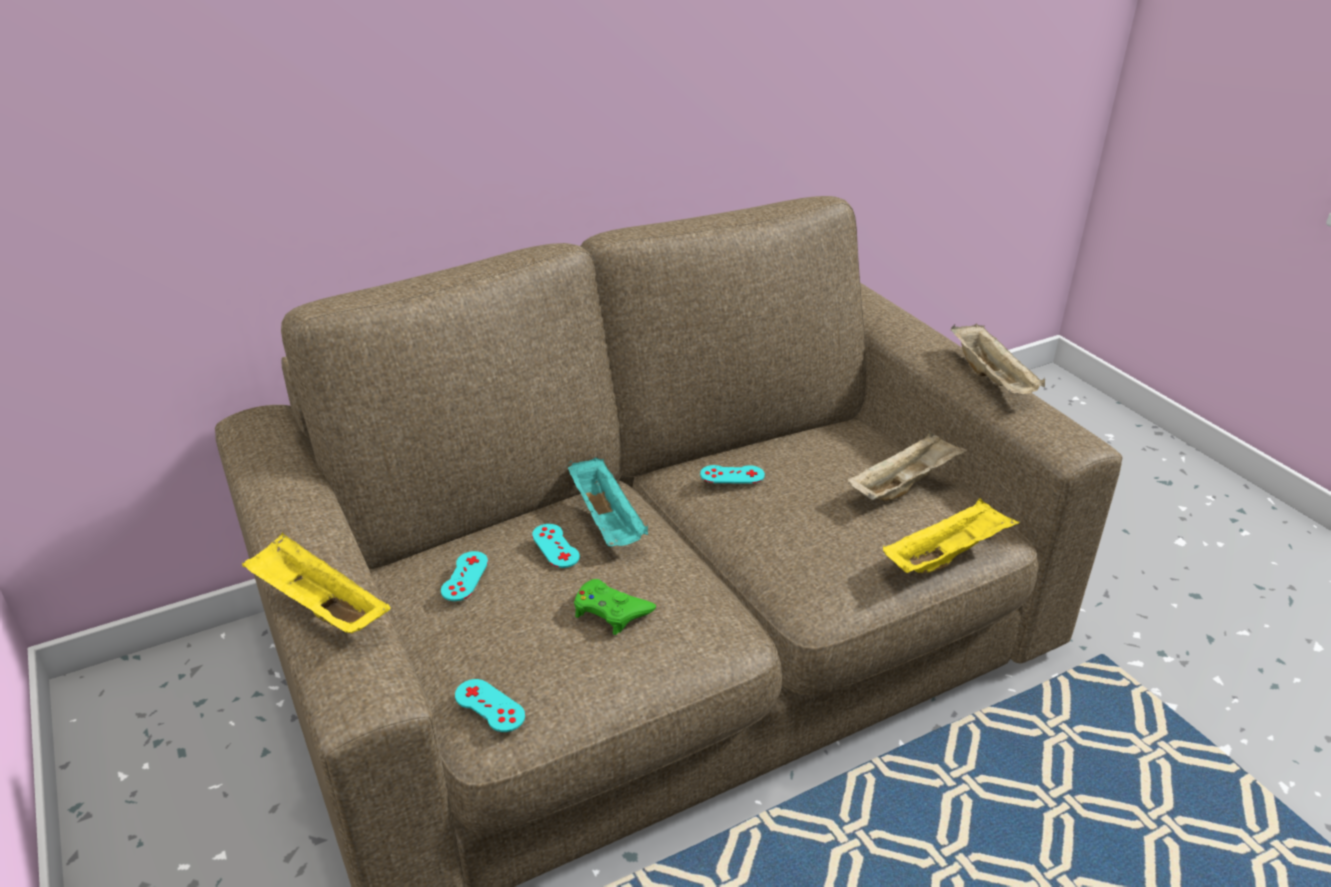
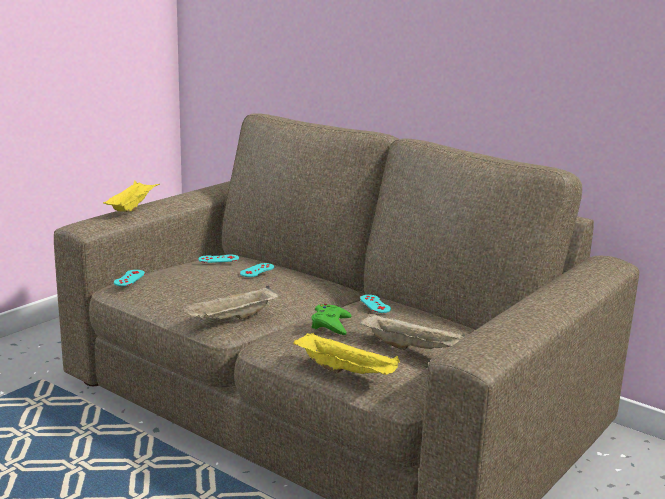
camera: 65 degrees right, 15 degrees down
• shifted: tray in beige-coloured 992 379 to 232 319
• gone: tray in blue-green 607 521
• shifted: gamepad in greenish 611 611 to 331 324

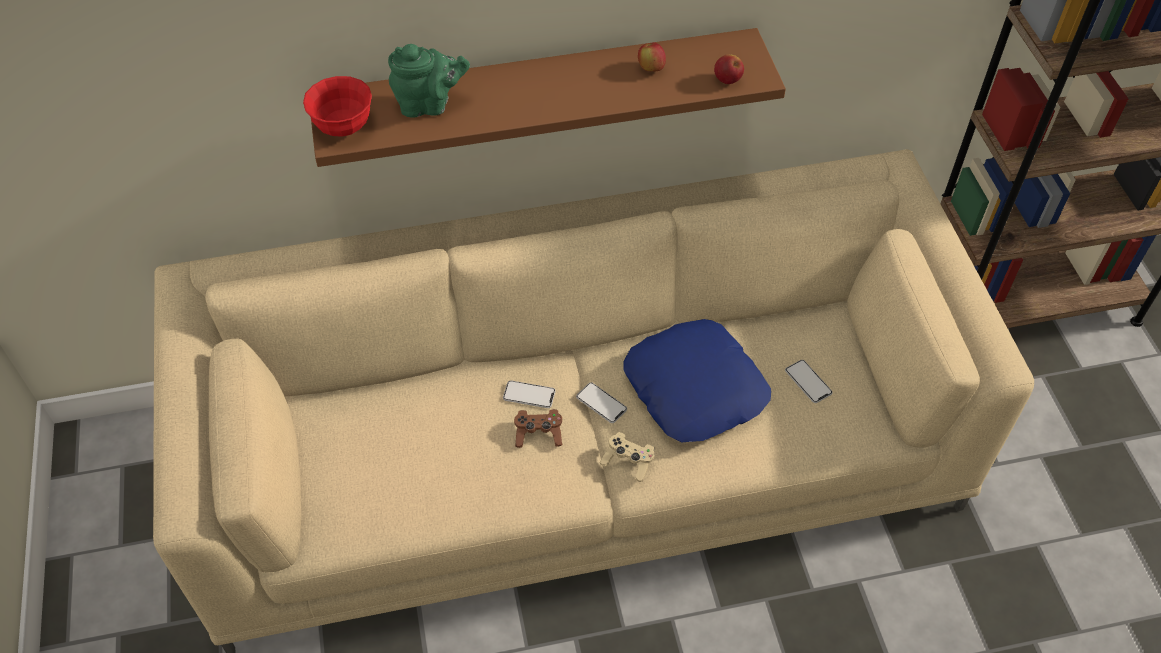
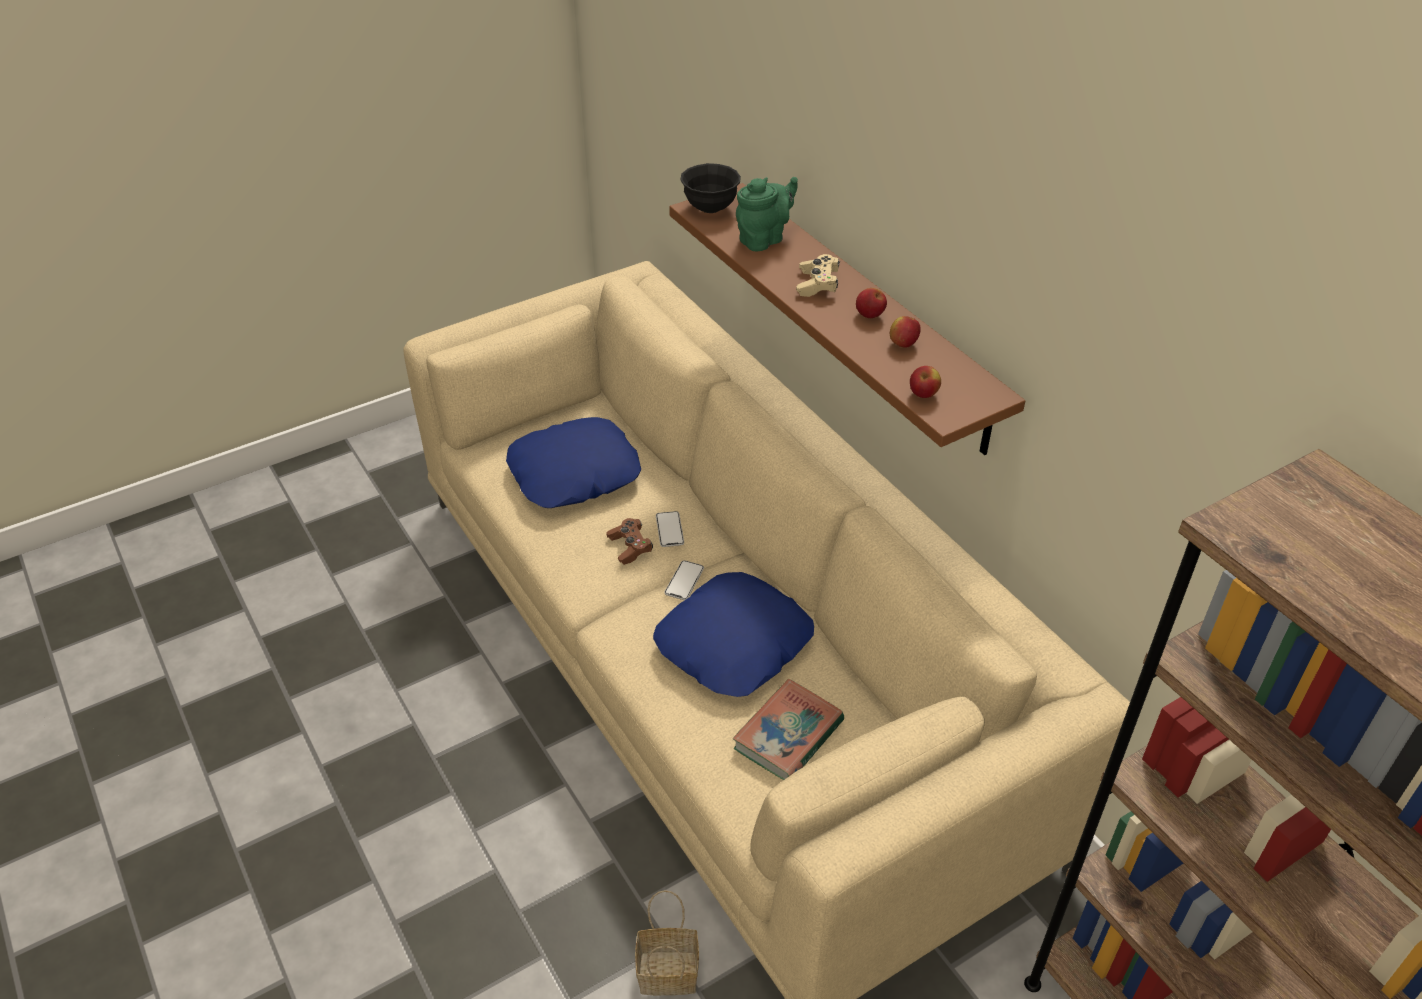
camera: 70 degrees right, 10 degrees down
• rotated: pot for tea in greenish 429 105 = 764 239 105 degrees counterclockwise
• repainted: deep dish in red-coloured 343 127 to deep dish in blackish 710 208
• swapped: telephone 808 382 to volume 788 735
• shifted: gamepad in beige-coloured 628 461 to 817 284
• new: whole apple 870 315
• new: throw pillow in bluish 575 474
• new: storage basket 665 974

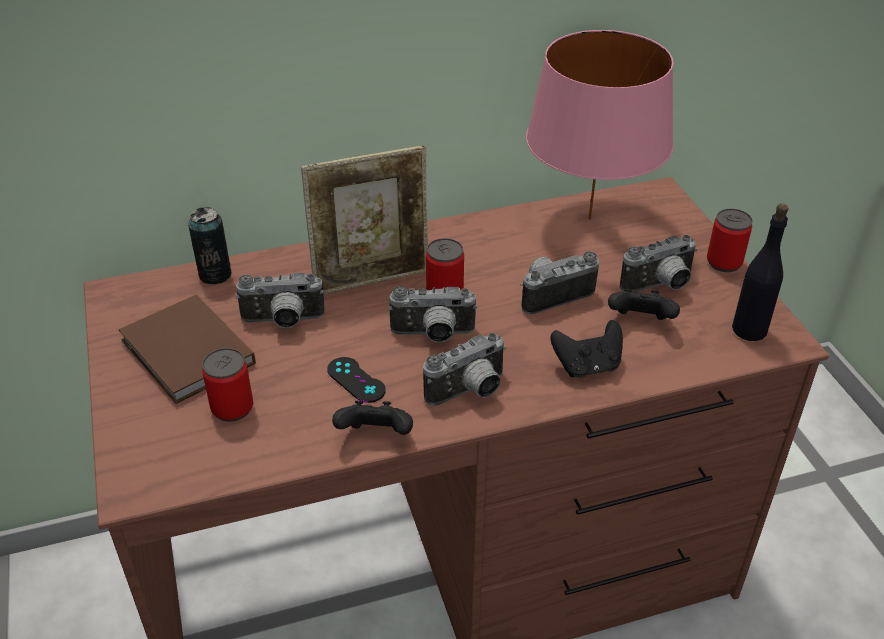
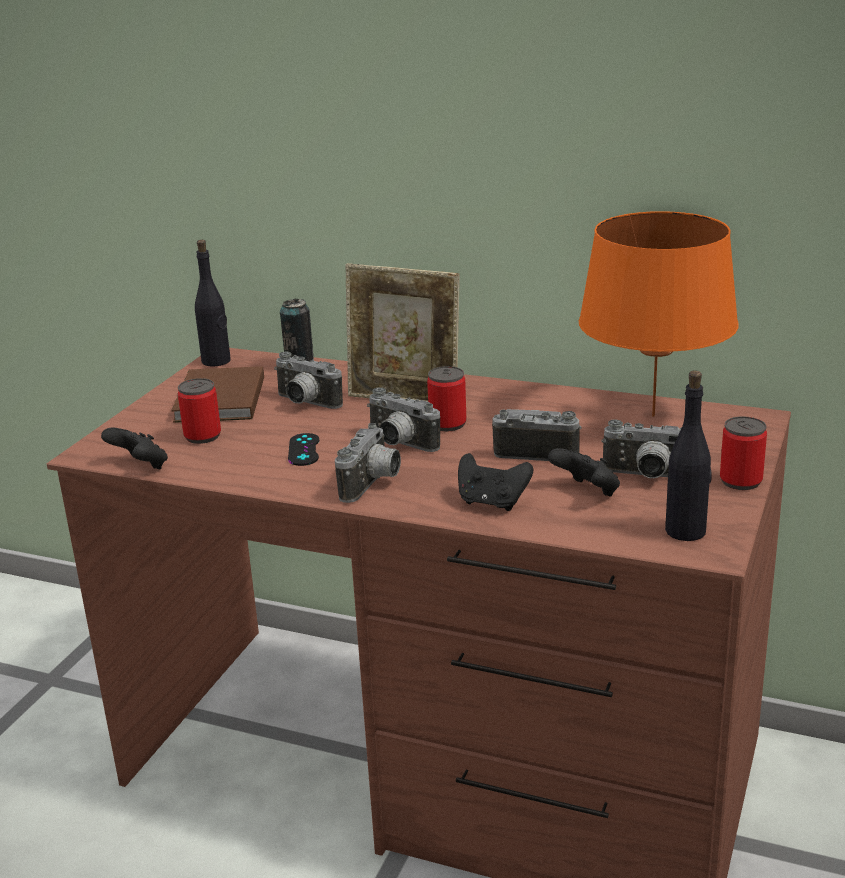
camera: 40 degrees right, 15 degrees down
• repainted: tabletop lamp in pinkish 589 218 to tabletop lamp in orange-coloured 653 416
• rotated: still camera 470 392 = 373 484 75 degrees counterclockwise
• shifted: gamepad in blackish 376 436 to 140 467
• new: drink bottle in blackish 216 361

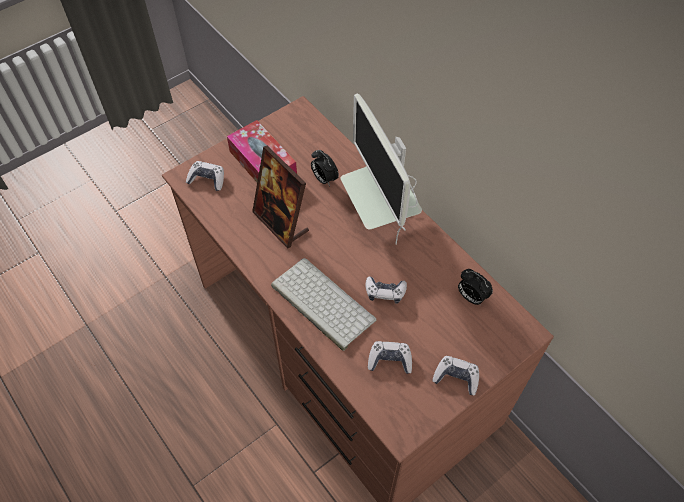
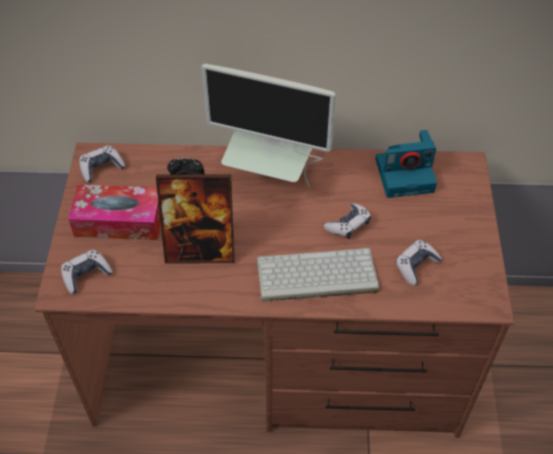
camera: 50 degrees left, 5 degrees down
• swapped: bedside clock 471 297 to still camera 405 174
• shifted: gamepad 456 377 to 101 168

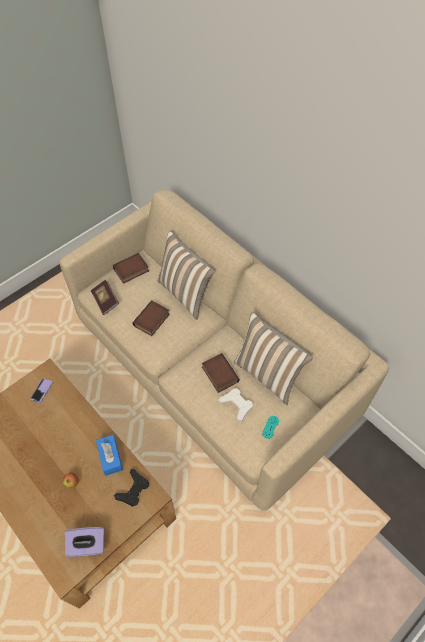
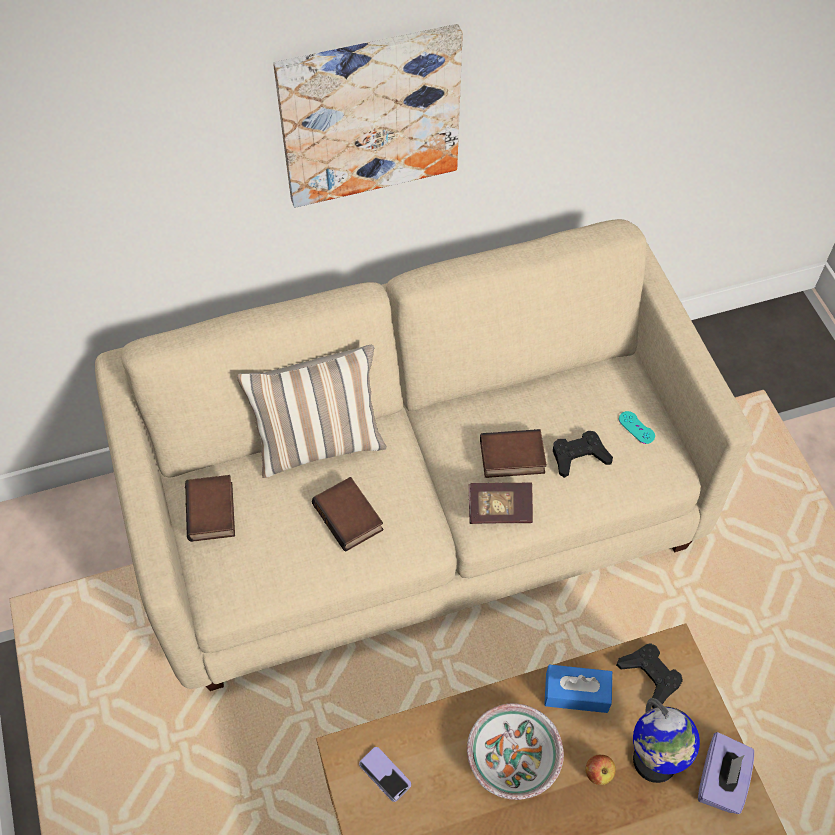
camera: 65 degrees left, 0 degrees up
• shifted: volume 105 301 to 499 510
• gone: throw pillow 267 374
• repainted: gamepad in white 236 405 to gamepad in blackish 579 456
• new: wall art 370 115
• new: world globe 654 761
• new: deep dish 512 759

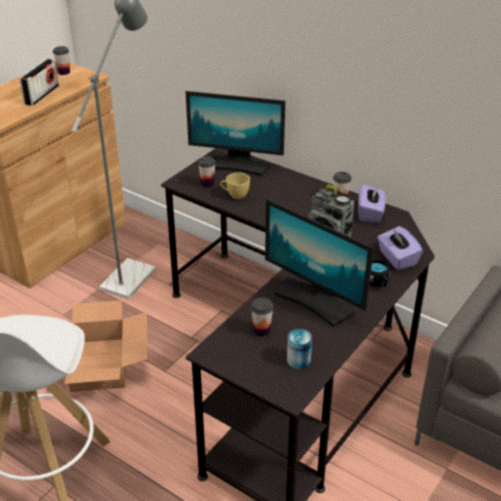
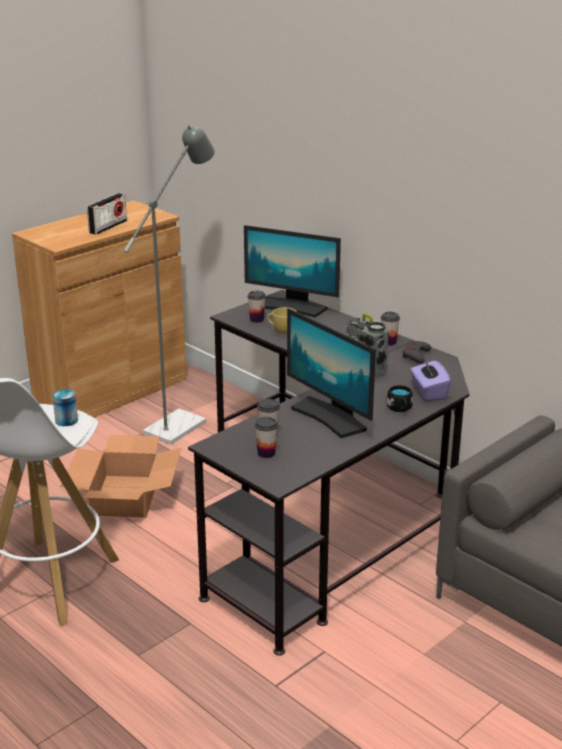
camera: 10 degrees right, 10 degrees down
• shifted: cup 64 72 to 266 453
• swapped: tissue holder in purple-coloured 370 213 to gamepad in grey 415 355
• shifted: metal can 298 360 to 66 420

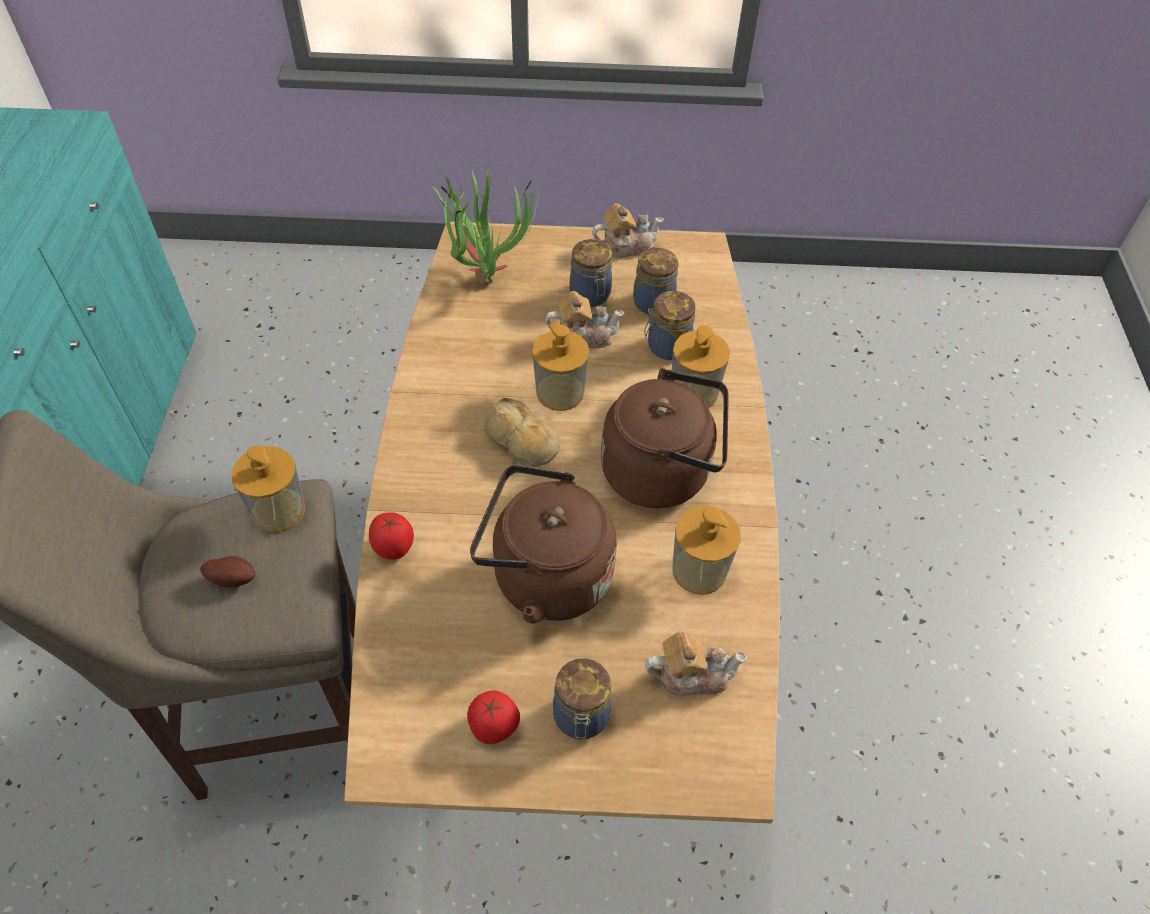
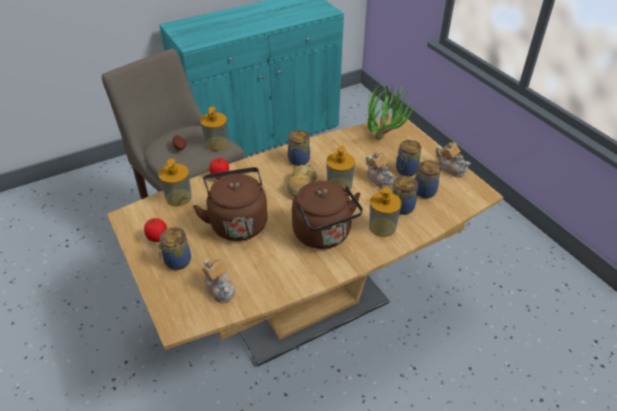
camera: 60 degrees right, 10 degrees down
• shifted: liquid soap bottle 699 570 to 178 197
• new: jar 298 160

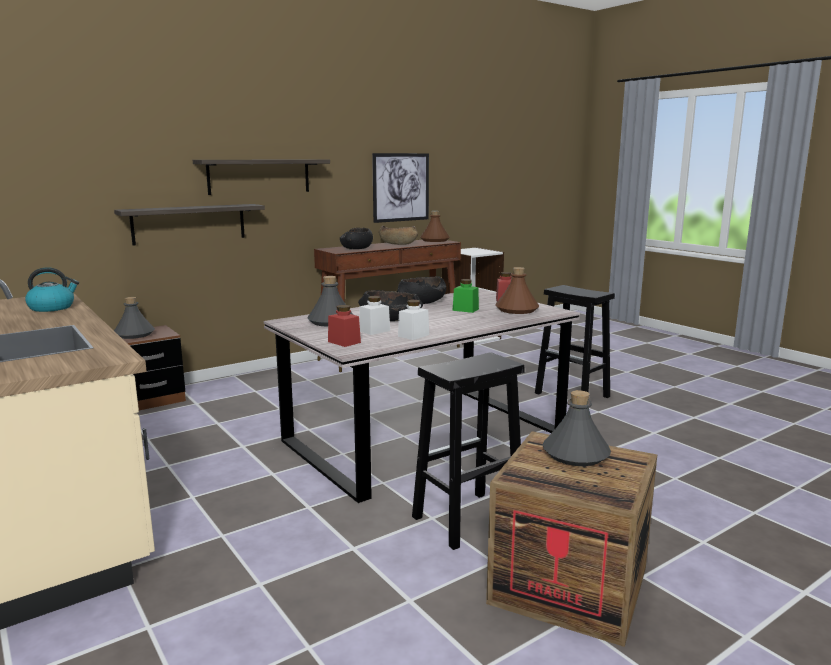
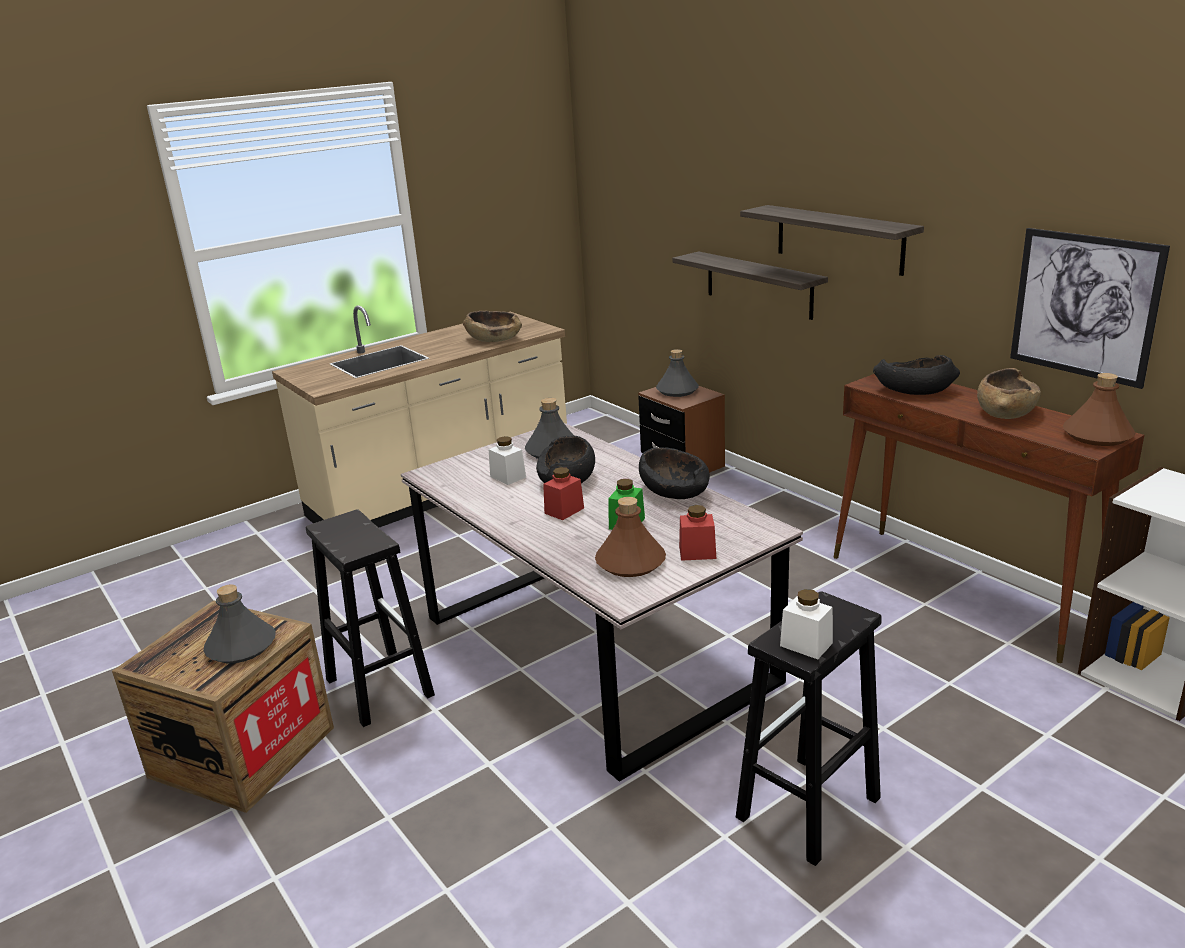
camera: 90 degrees right, 10 degrees up
• swapped: kettle 52 308 to deep dish in brown-coloured 494 339
• shifted: jar in white 413 335 to 806 644
• shifted: jar in red-coloured 344 342 to 564 510

